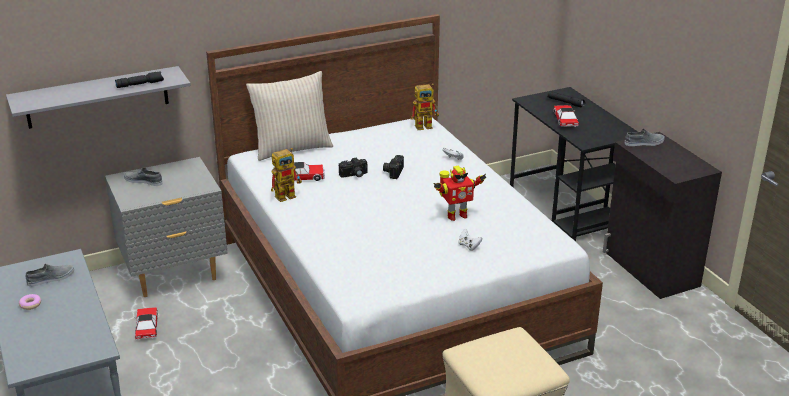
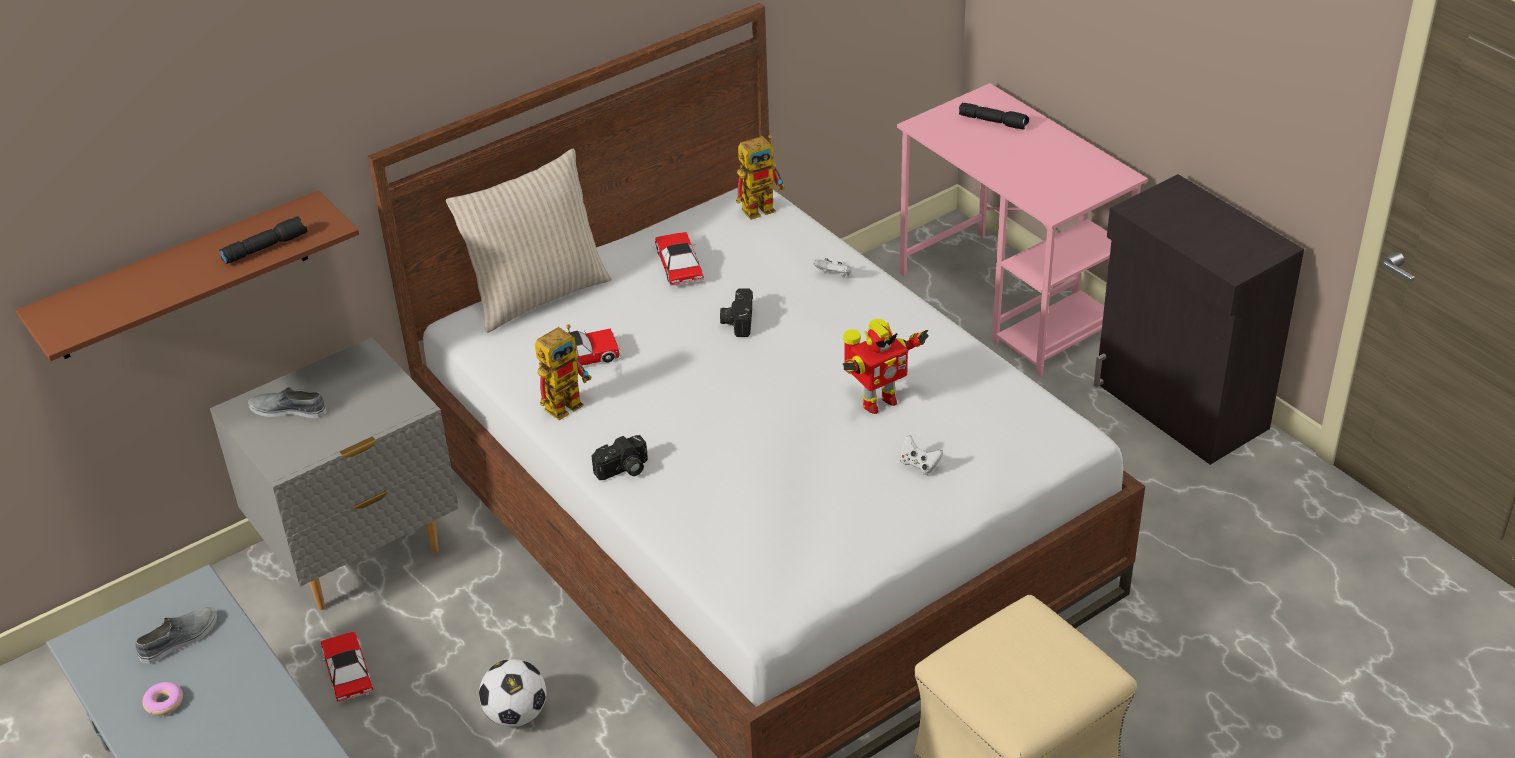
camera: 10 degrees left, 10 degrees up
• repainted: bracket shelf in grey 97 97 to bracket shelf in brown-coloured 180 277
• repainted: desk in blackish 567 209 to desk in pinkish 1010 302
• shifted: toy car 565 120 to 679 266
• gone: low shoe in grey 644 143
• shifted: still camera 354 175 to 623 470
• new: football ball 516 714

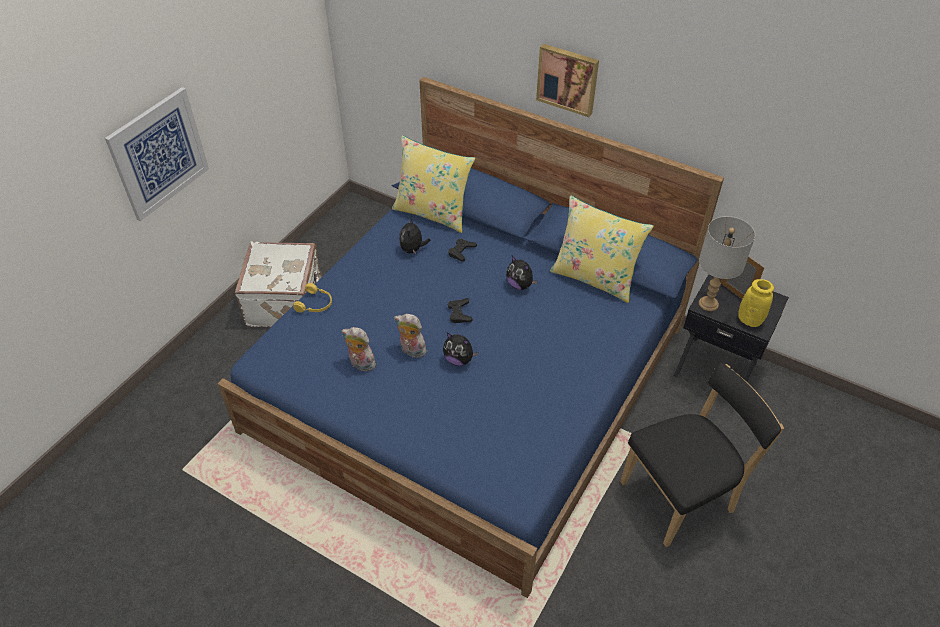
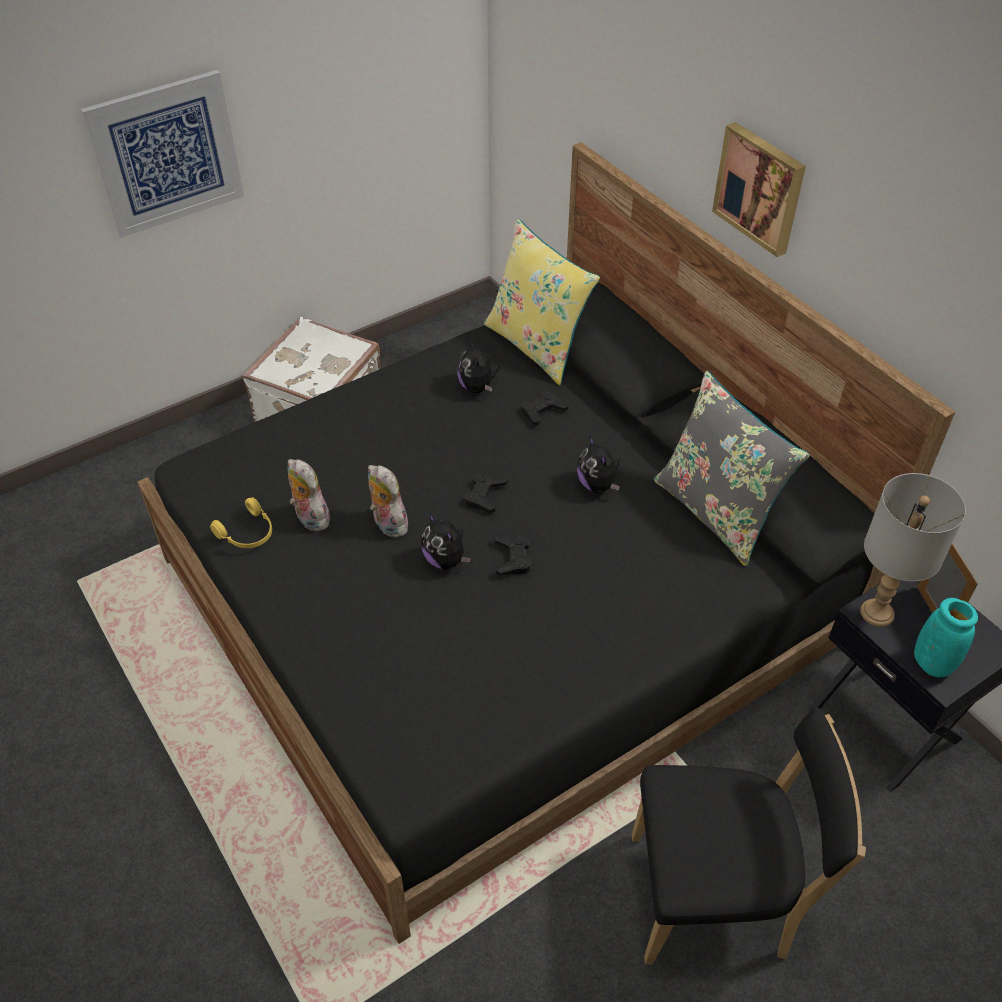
camera: 25 degrees right, 0 degrees up
• repainted: bedroom bed in bluish 471 377 to bedroom bed in blackish 503 599
• repainted: throw pillow in yellow 595 278 to throw pillow in grey 716 512
• rotated: soft toy 413 249 = 477 387 45 degrees counterclockwise
• repainted: flower vase in yellow 749 320 to flower vase in blue-green 932 663
• shifted: headset in yellow 315 304 to 248 533
• new: gamepad in blackish 512 558

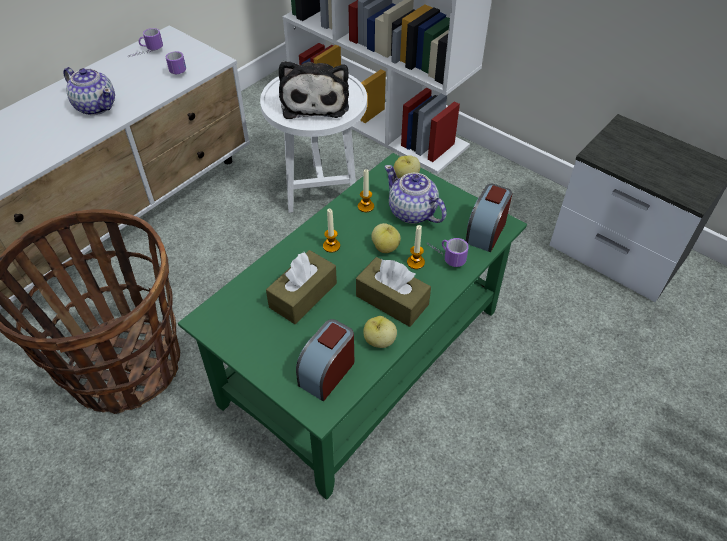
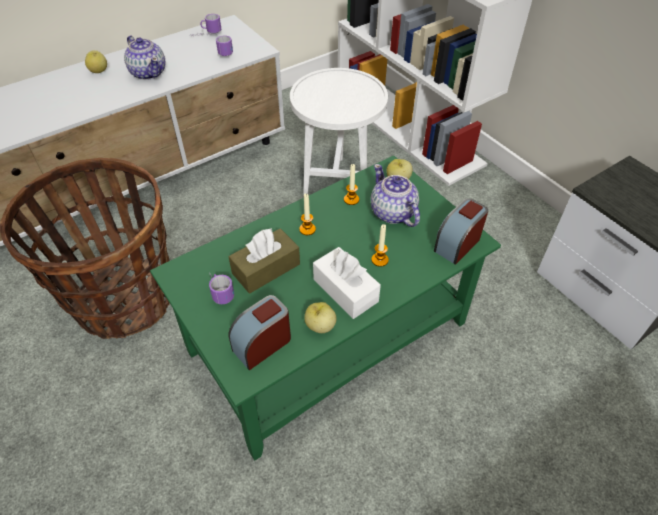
camera: 15 degrees right, 0 degrees up
• gone: soft toy 315 101
• shifted: whole apple 385 247 to 99 71
• shifted: tea mug 444 256 to 219 290
• repainted: tissue holder in brown-coloured 392 300 to tissue holder in white 345 290

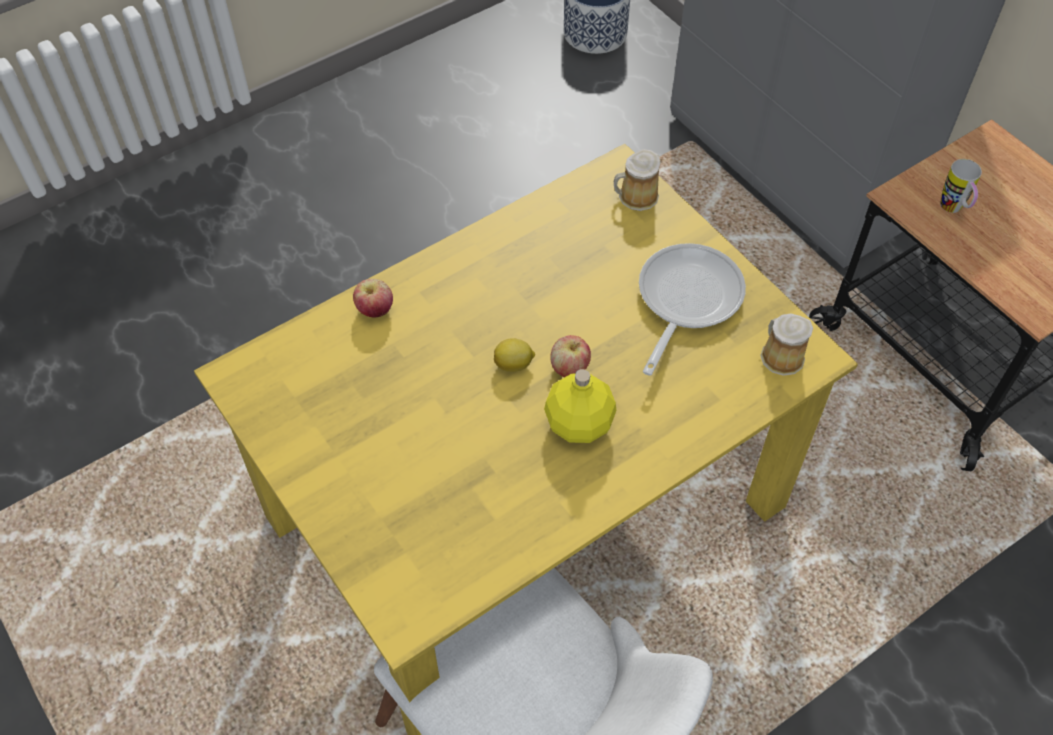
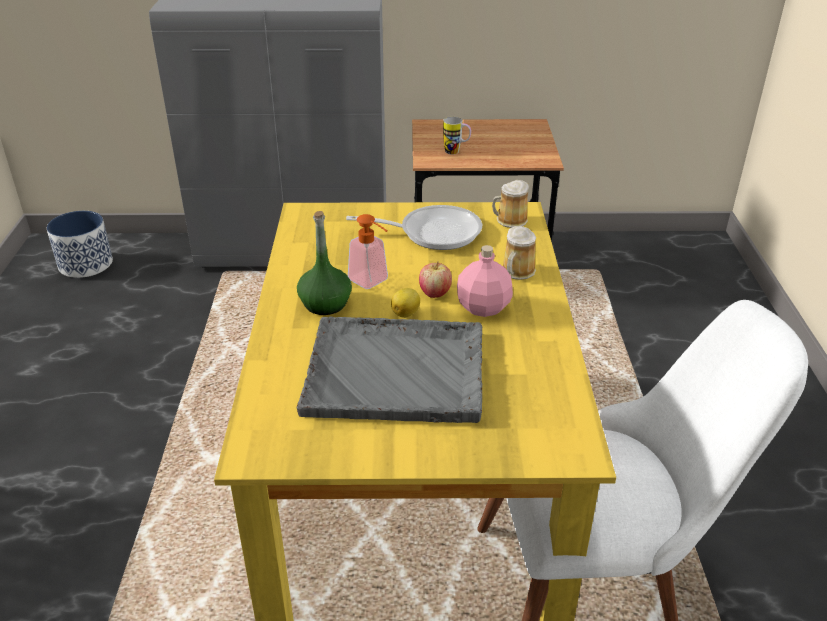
camera: 55 degrees left, 20 degrees down
• shifted: tea mug 635 197 to 517 272
• rotated: pan 685 300 = 432 232 120 degrees clockwise
• gone: whole apple 375 310
• repainted: drink bottle in yellow 579 425 to drink bottle in pinkish 484 308
• new: drink bottle in greenish 325 304
• new: liquid soap bottle 372 282
• new: tray in grey 397 372

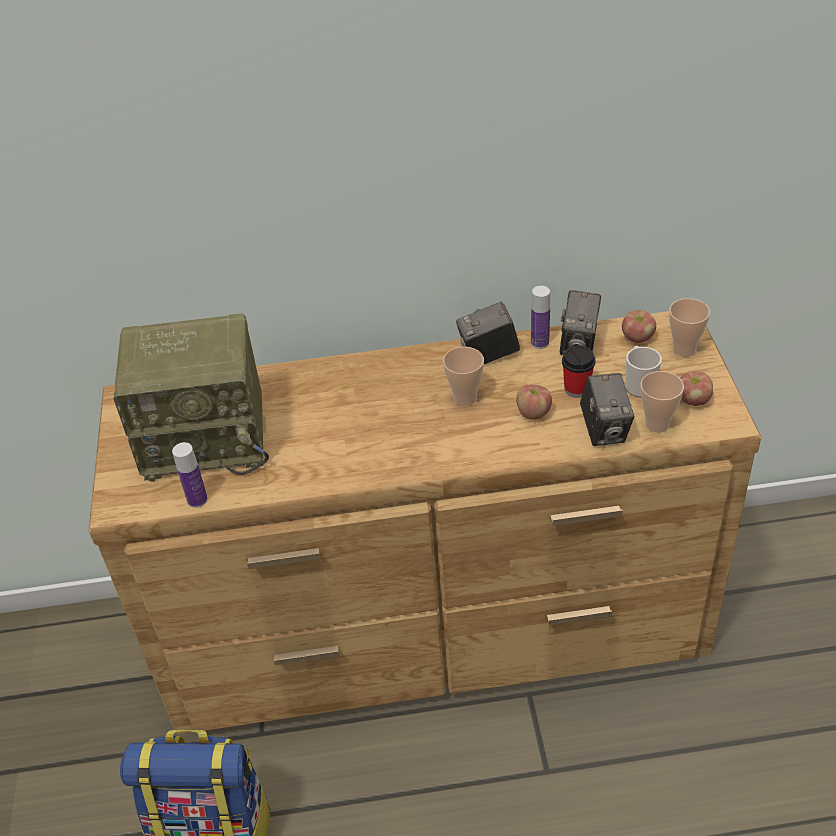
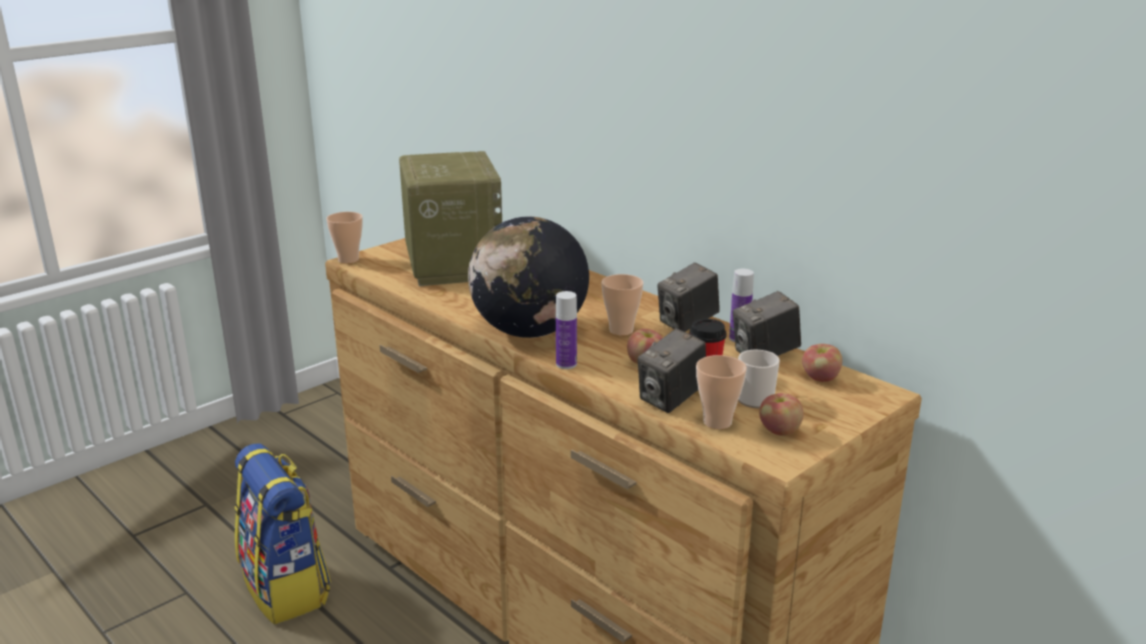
camera: 50 degrees right, 20 degrees down
• shifted: cup 684 349 to 348 260
• rotated: still camera 488 355 = 687 324 75 degrees counterclockwise
• rotated: radio set 207 437 = 452 263 150 degrees counterclockwise
• shifted: drink bottle 197 500 to 566 364
• new: world globe 529 331

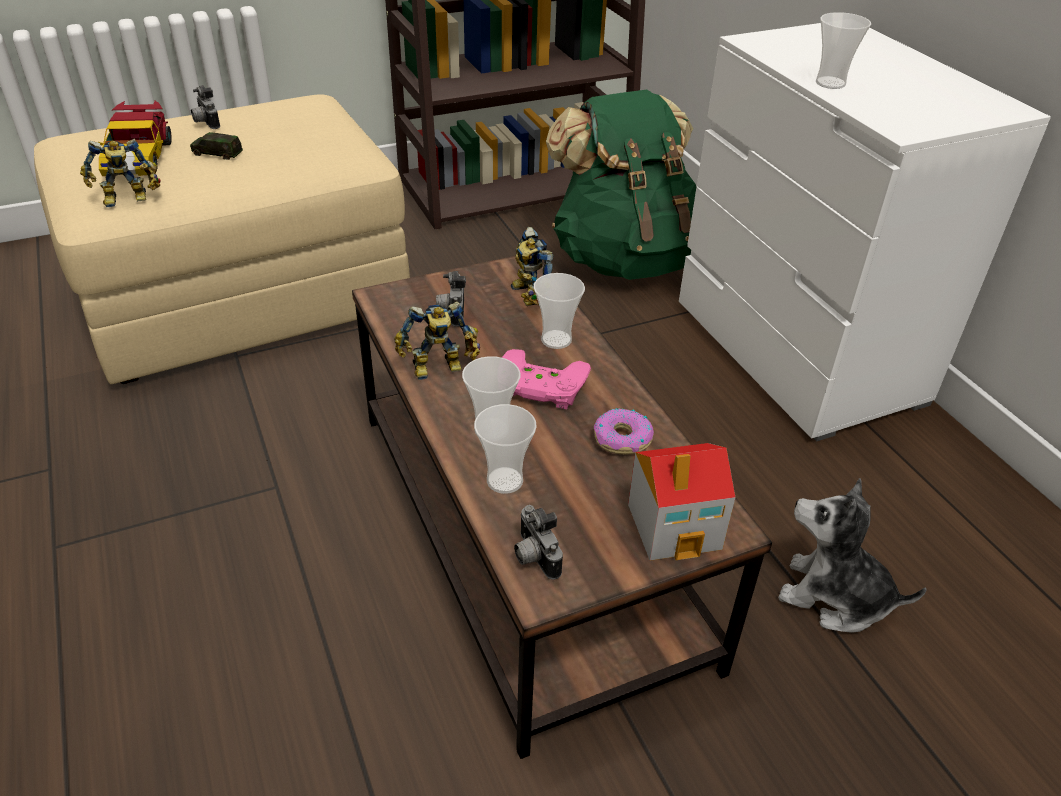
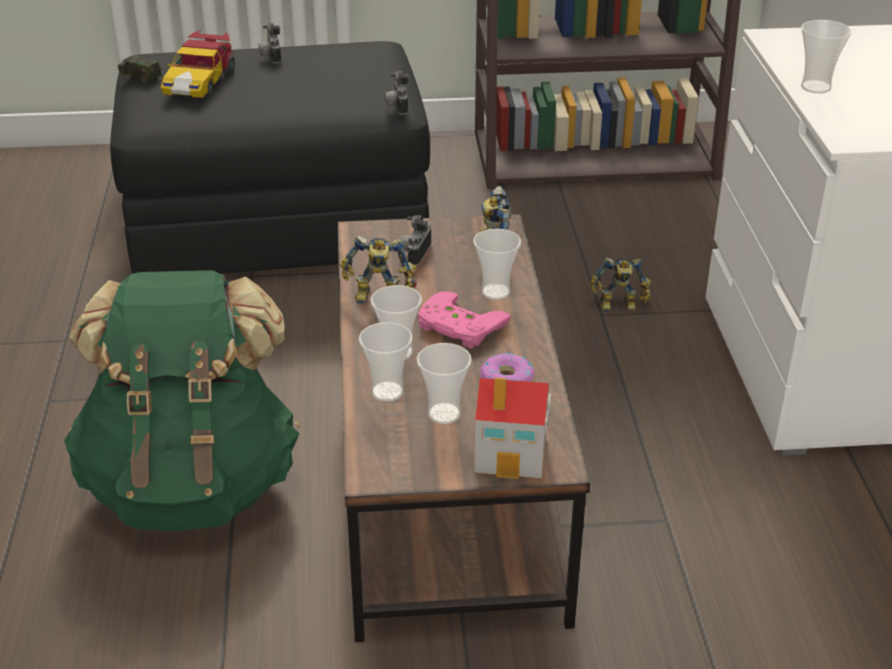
camera: 20 degrees right, 5 degrees down
• shifted: backpack in greenish 624 258 to 193 484
• repainted: footrest in beige-coloured 245 295 to footrest in blackish 280 223
• shifted: toy car 217 153 to 140 75
• shifted: model robot 127 200 to 619 306
• gone: soft toy 834 597
• shifted: still camera 533 557 to 396 107
• new: cup 444 413

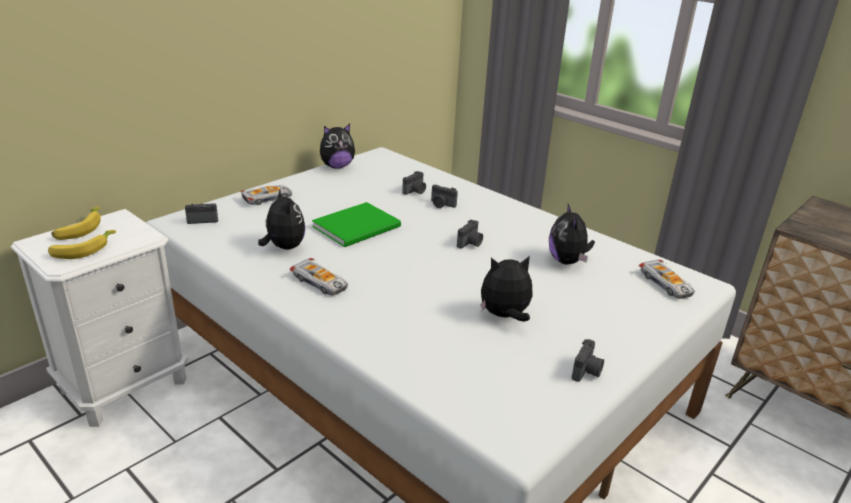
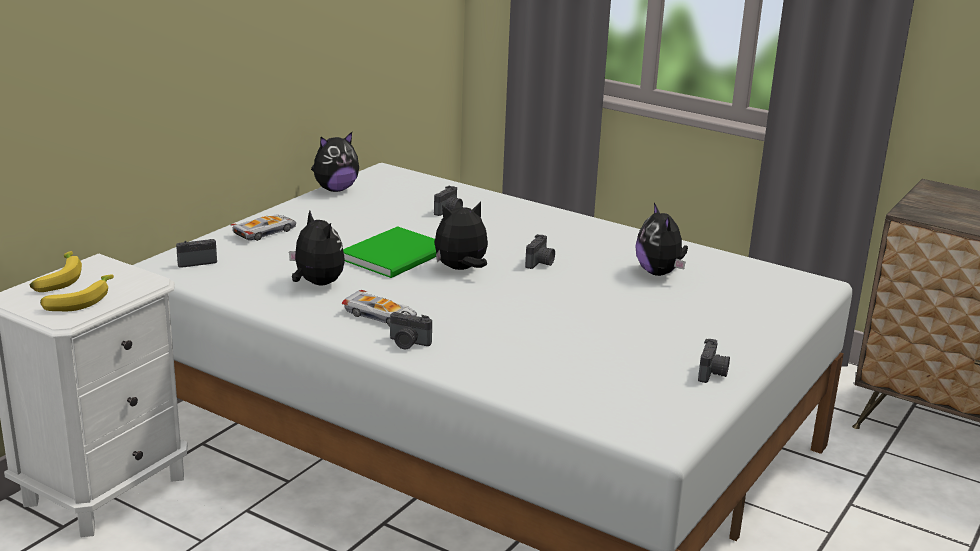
camera: 10 degrees left, 5 degrees down
• shifted: still camera 441 205 to 408 343
• shifted: soft toy 504 316 to 461 269
• gone: toy car 666 284

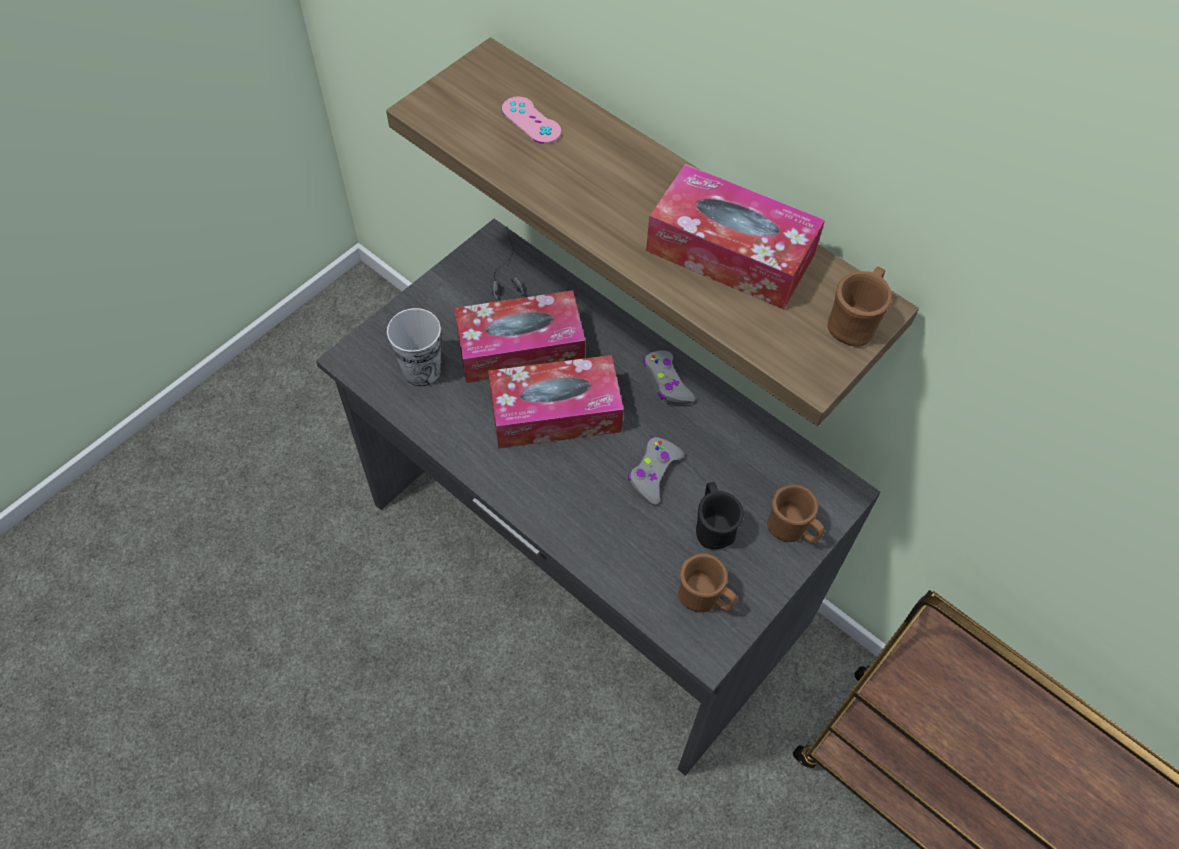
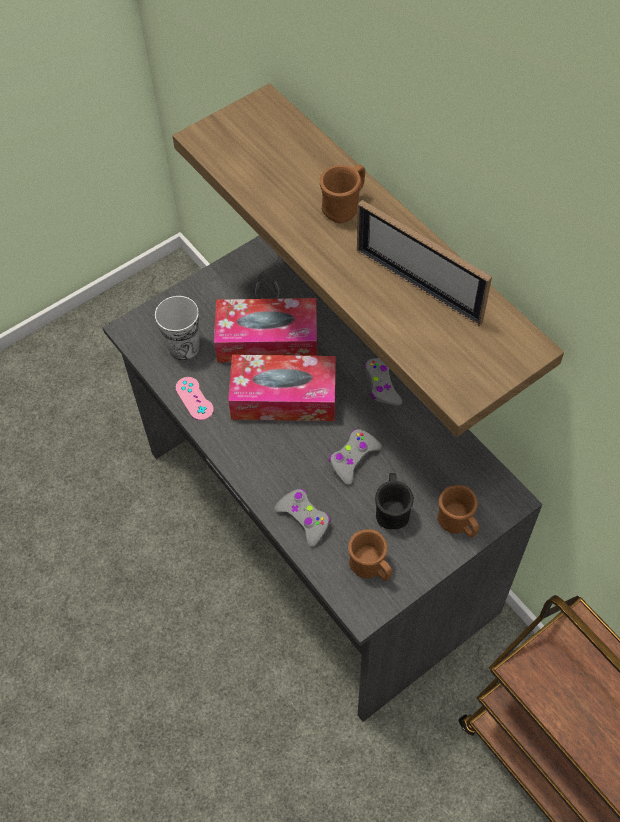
camera: 15 degrees right, 0 degrees up
• shifted: gamepad in pinkish 531 120 to 194 398
• swapped: tissue holder 730 253 to standing frame 418 285
• shifted: tea mug in brown-coloured 854 323 to 344 207
• new: gamepad in grey 304 519

